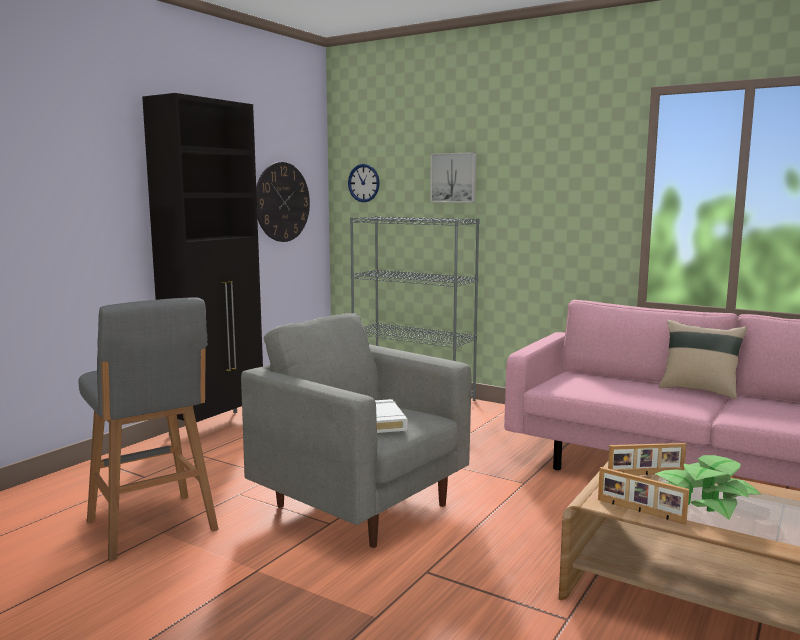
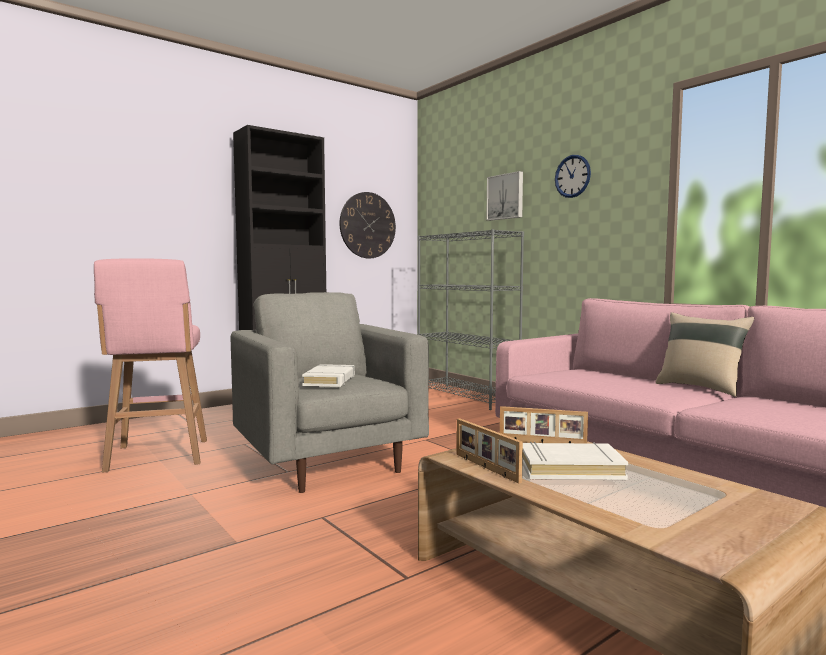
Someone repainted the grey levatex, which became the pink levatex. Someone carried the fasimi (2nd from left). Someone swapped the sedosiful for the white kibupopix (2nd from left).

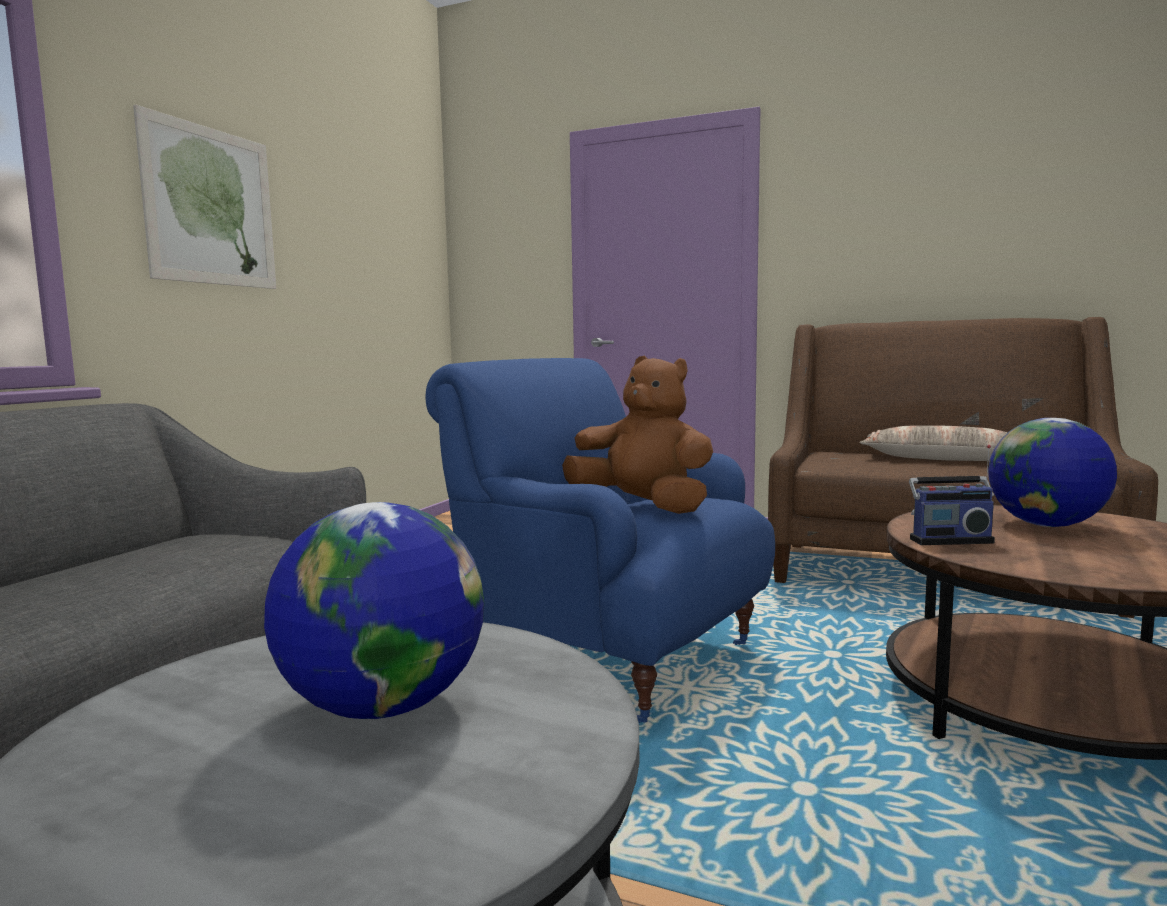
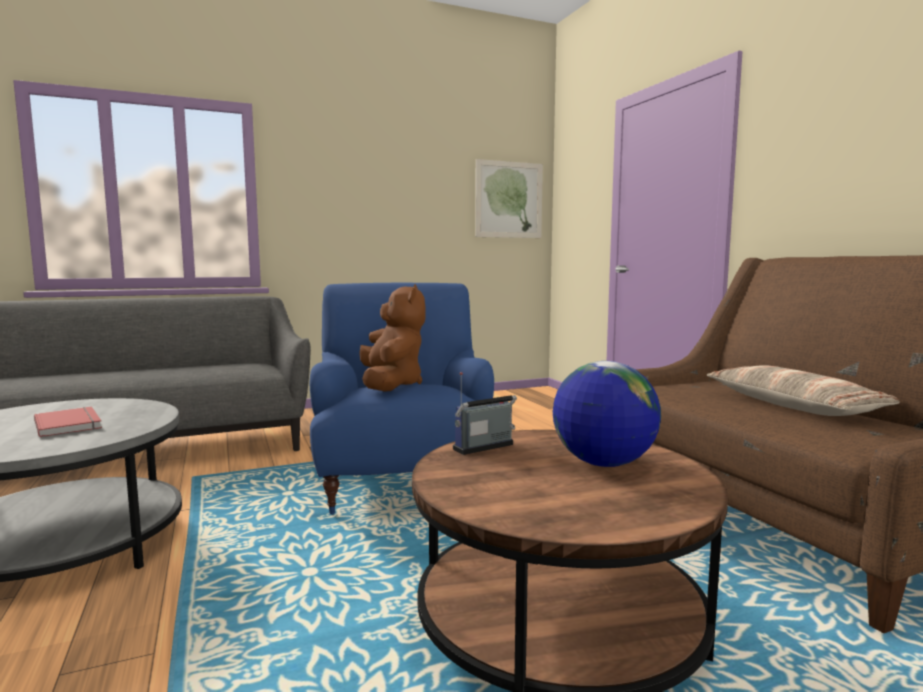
Someone carried the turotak. Someone swapped the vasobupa (1st from left) for the red kibupopix. Someone rotated the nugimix by 105 degrees clockwise.

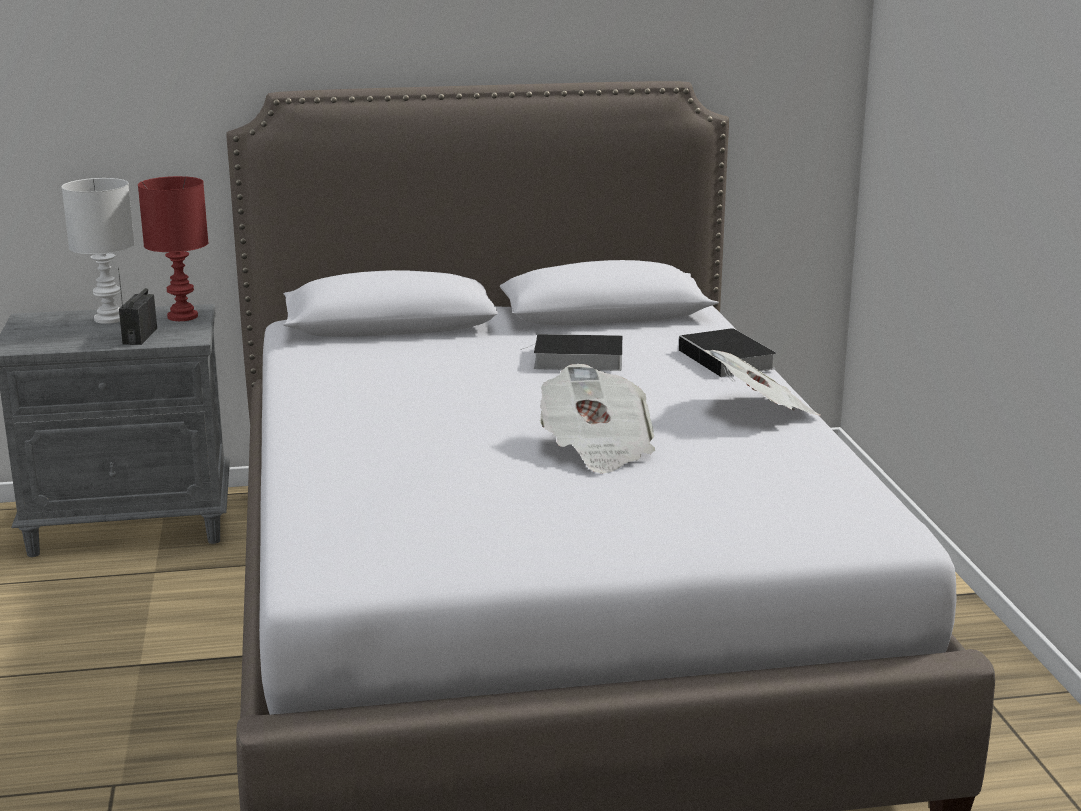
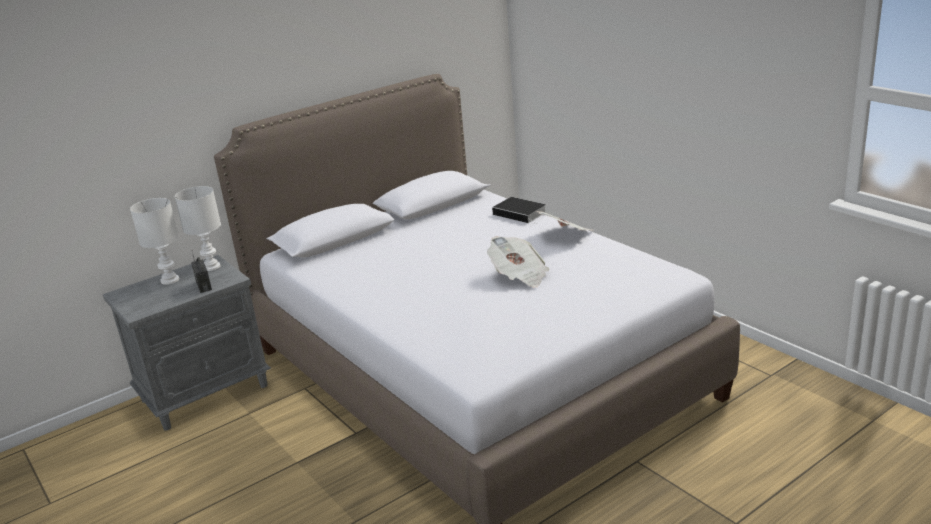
Someone repainted the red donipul, which became the white donipul (2nd from left). Someone took away the kibupopix (1st from left).

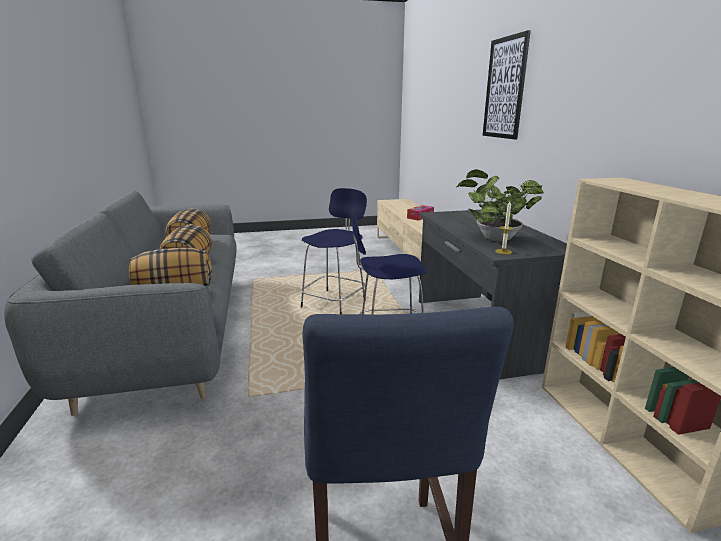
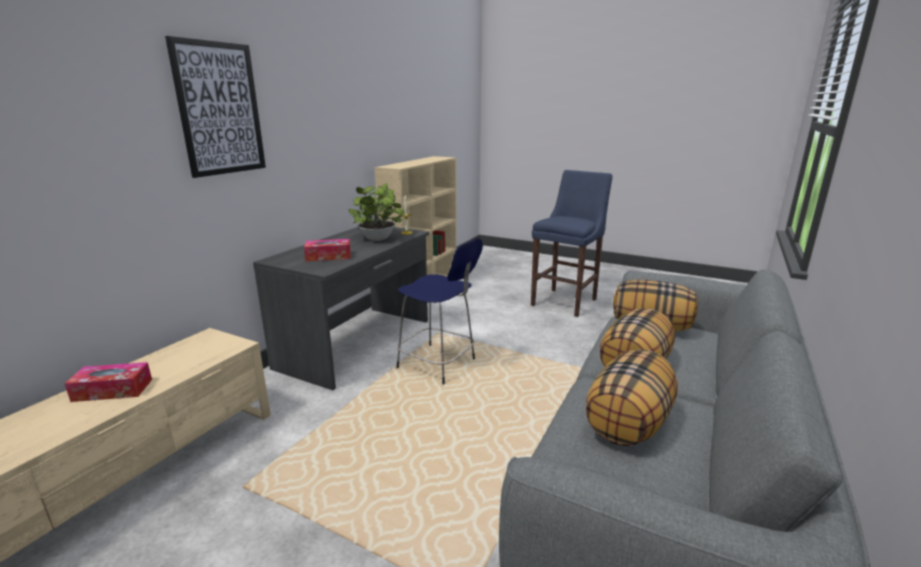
Someone took away the blue levatex (1st from left). Someone put down the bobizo (2nd from left).

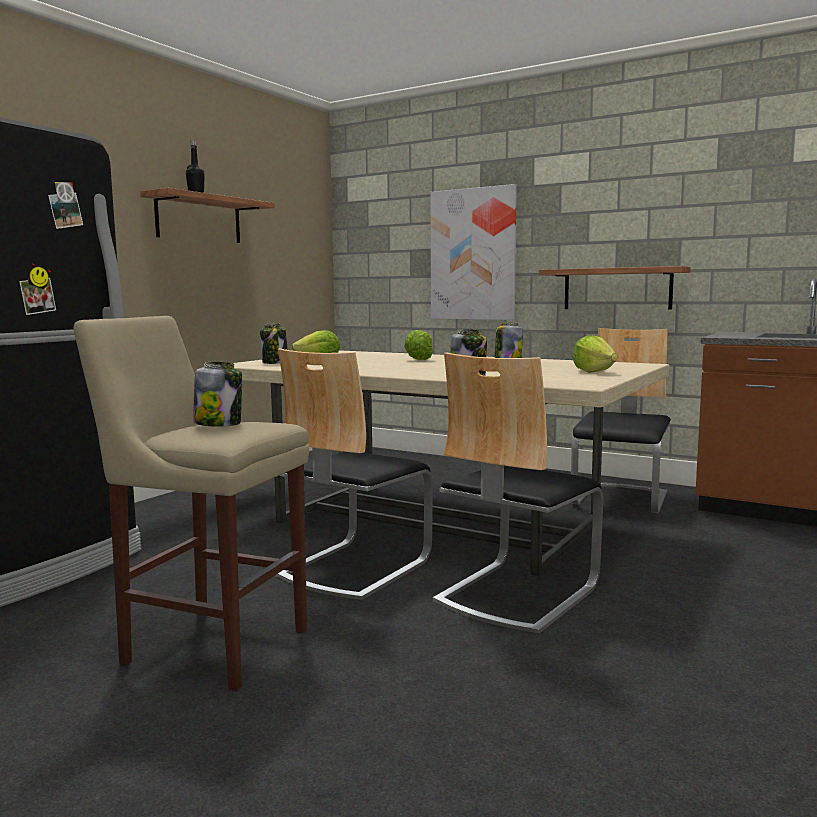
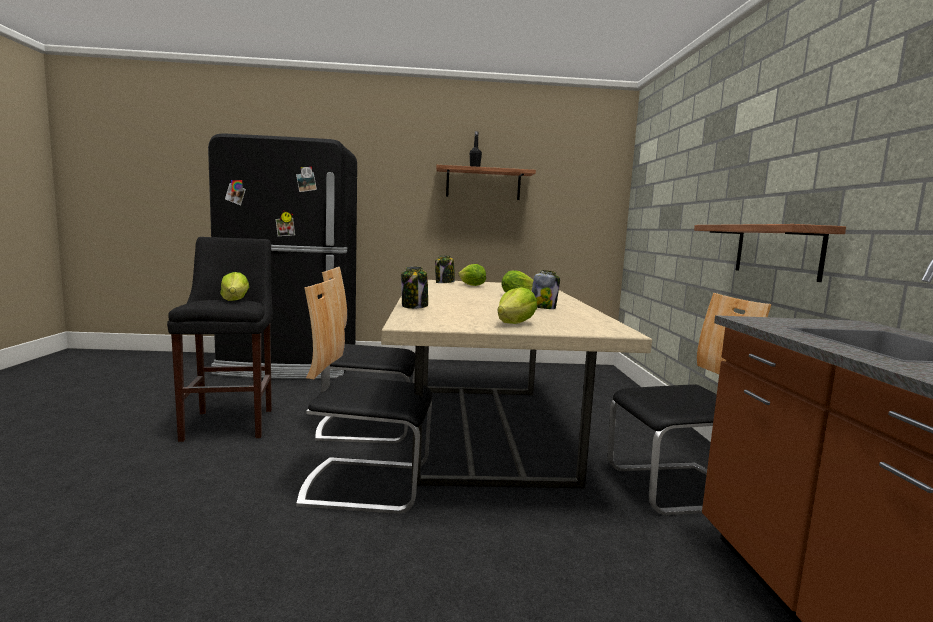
Someone repainted the beige levatex, which became the black levatex. Someone swapped the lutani (1st from left) for the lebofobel (1st from left). Someone took away the turotak.

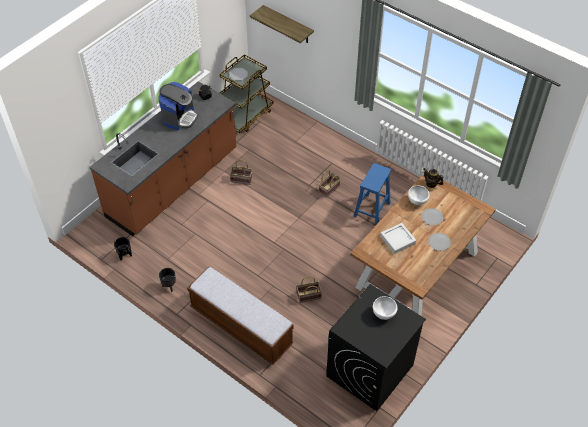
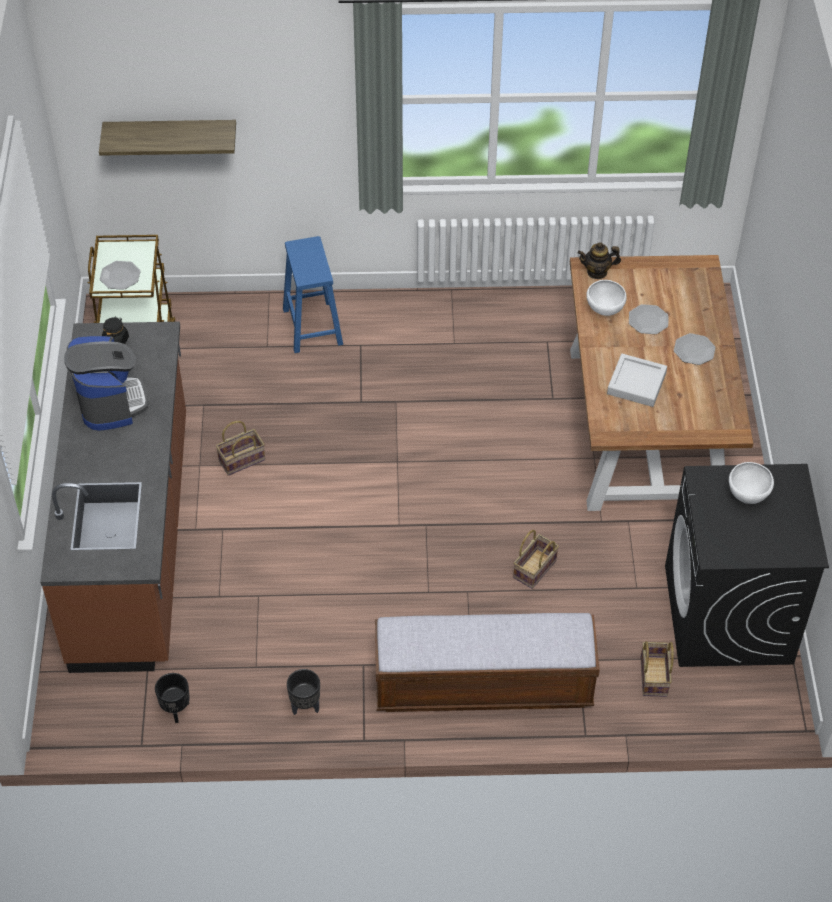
Someone carried the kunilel (3rd from left). Someone carried the blue levatex.

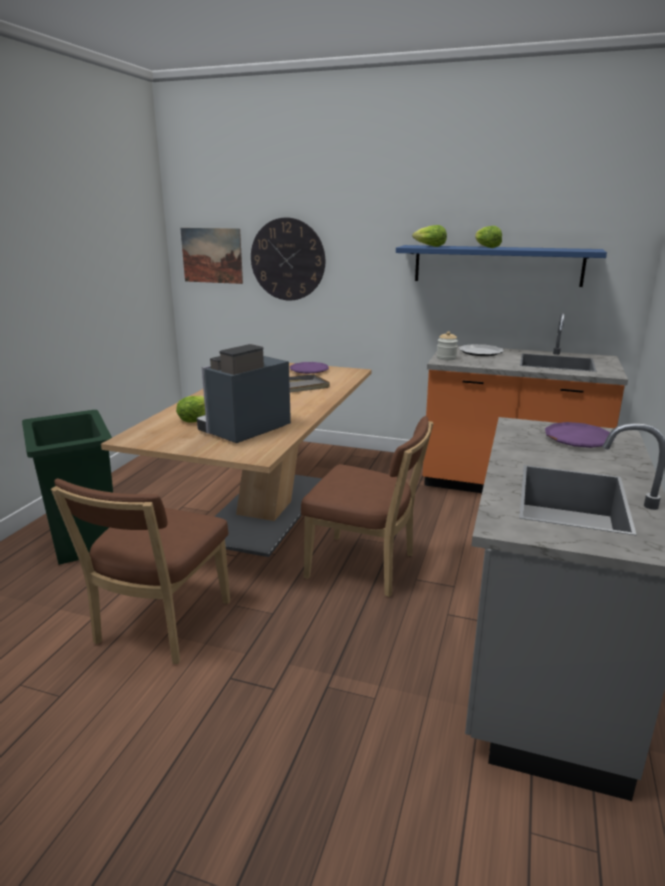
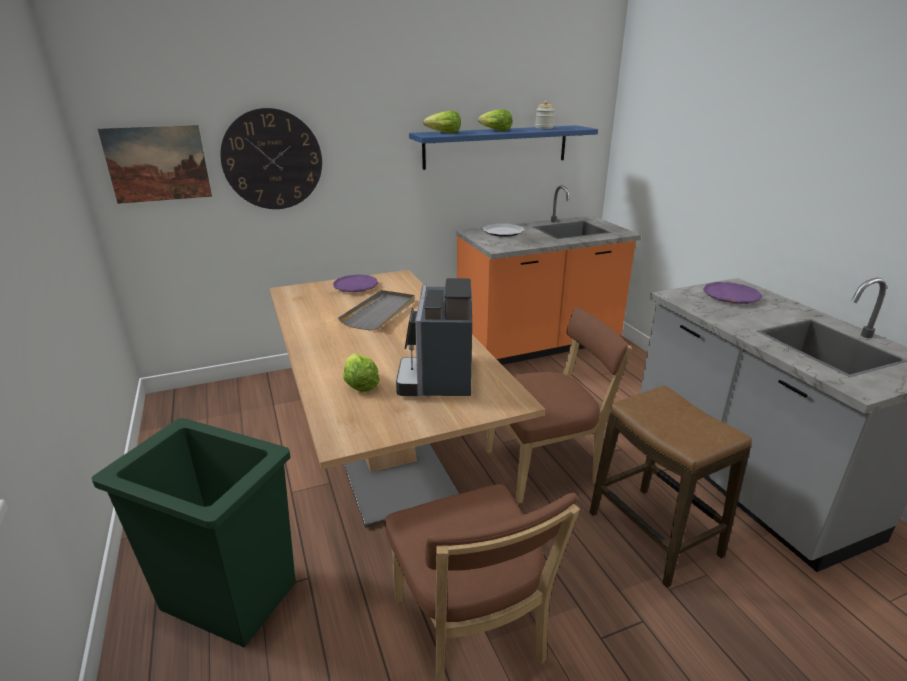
Someone carried the lutani. Someone put down the levatex.

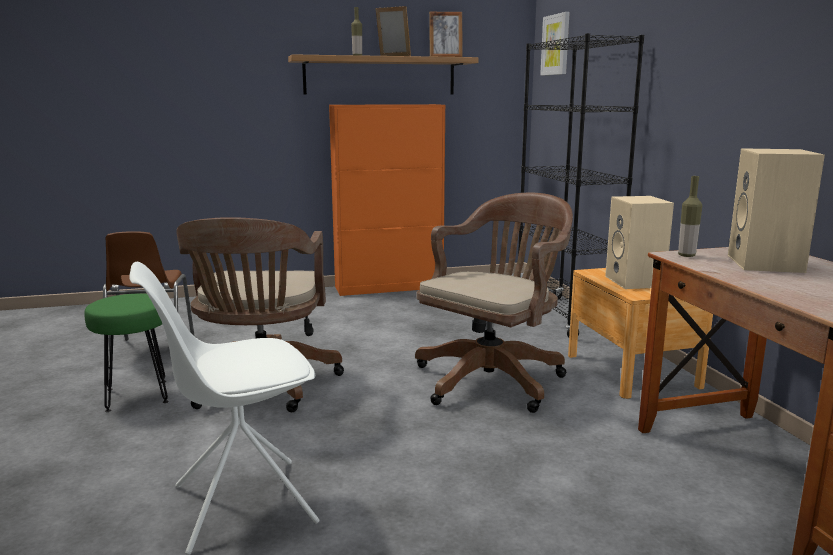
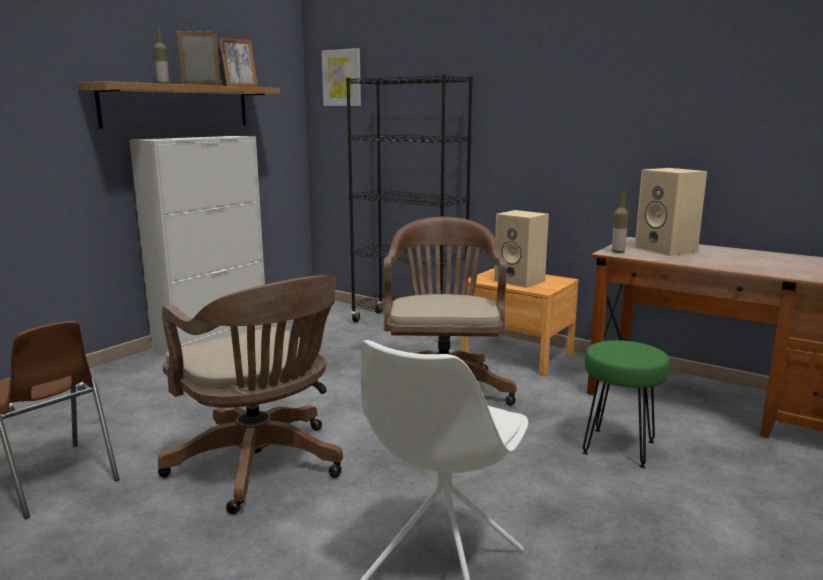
Someone carried the green levatex. Someone repainted the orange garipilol, which became the white garipilol.

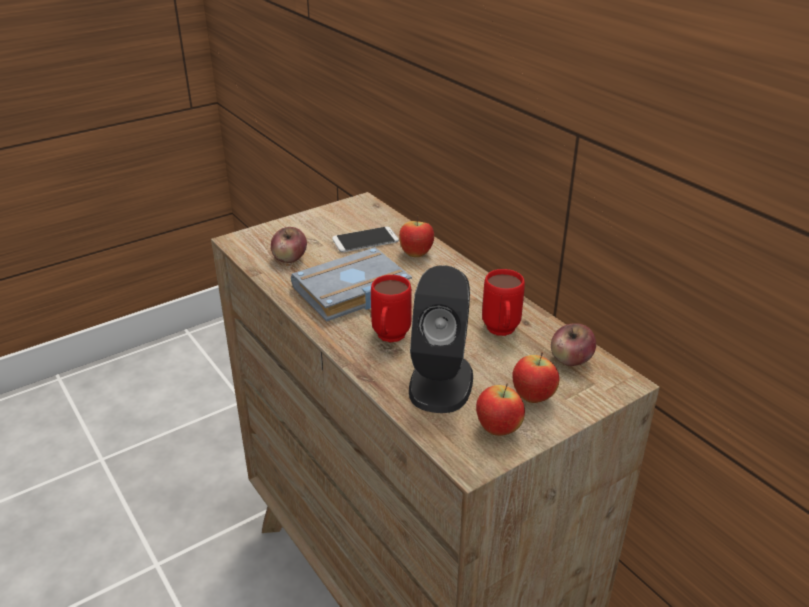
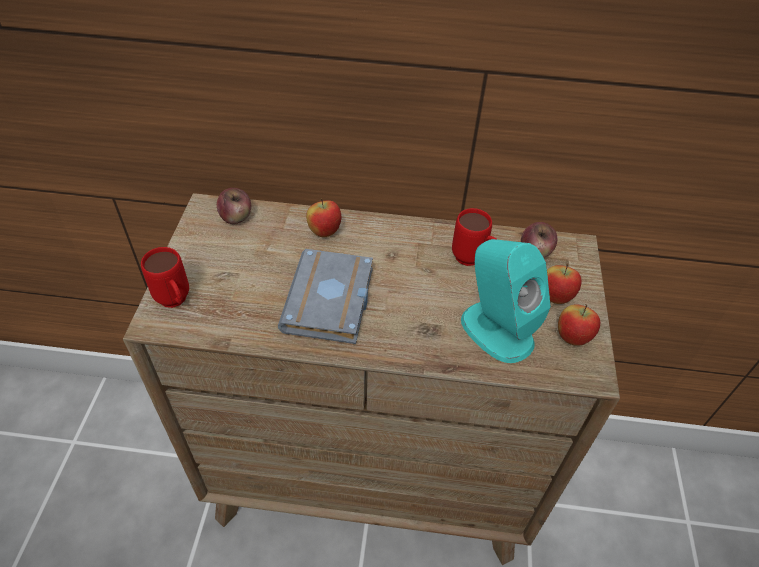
Someone carried the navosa (1st from left). Someone took away the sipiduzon. Someone carried the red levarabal (1st from left). Someone repainted the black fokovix, which became the turquoise fokovix.

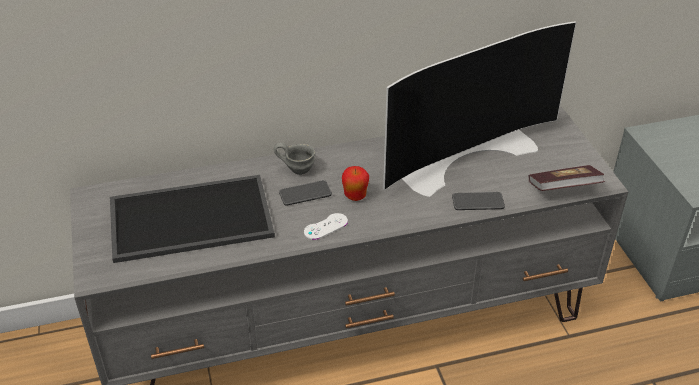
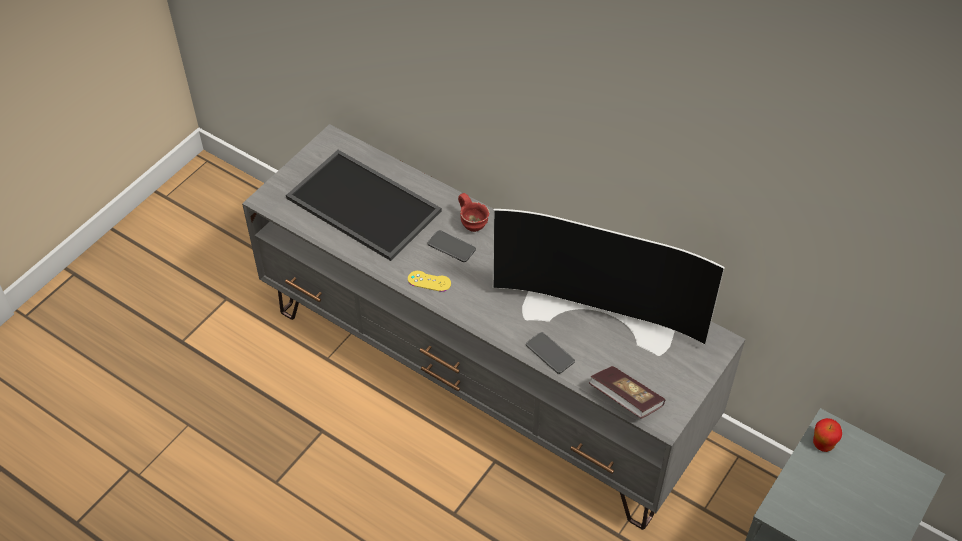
Someone repainted the grey levarabal, which became the red levarabal. Someone repainted the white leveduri, which became the yellow leveduri. Someone carried the navosa.

